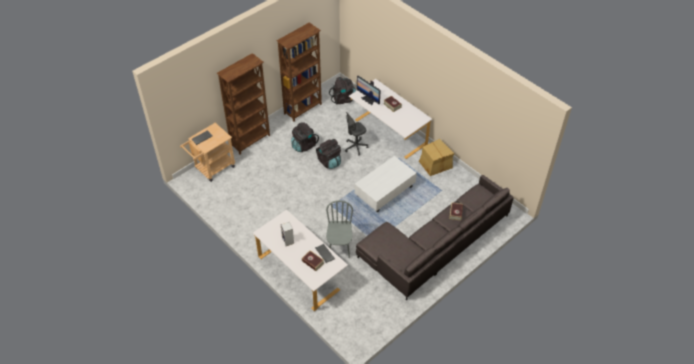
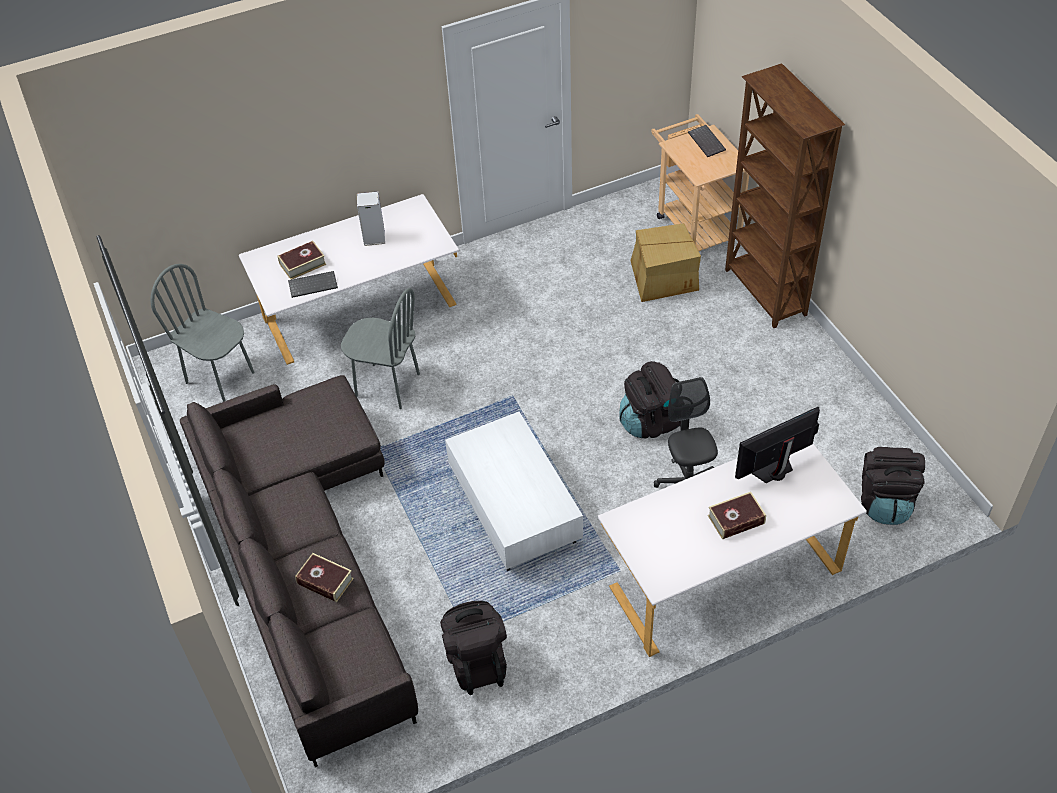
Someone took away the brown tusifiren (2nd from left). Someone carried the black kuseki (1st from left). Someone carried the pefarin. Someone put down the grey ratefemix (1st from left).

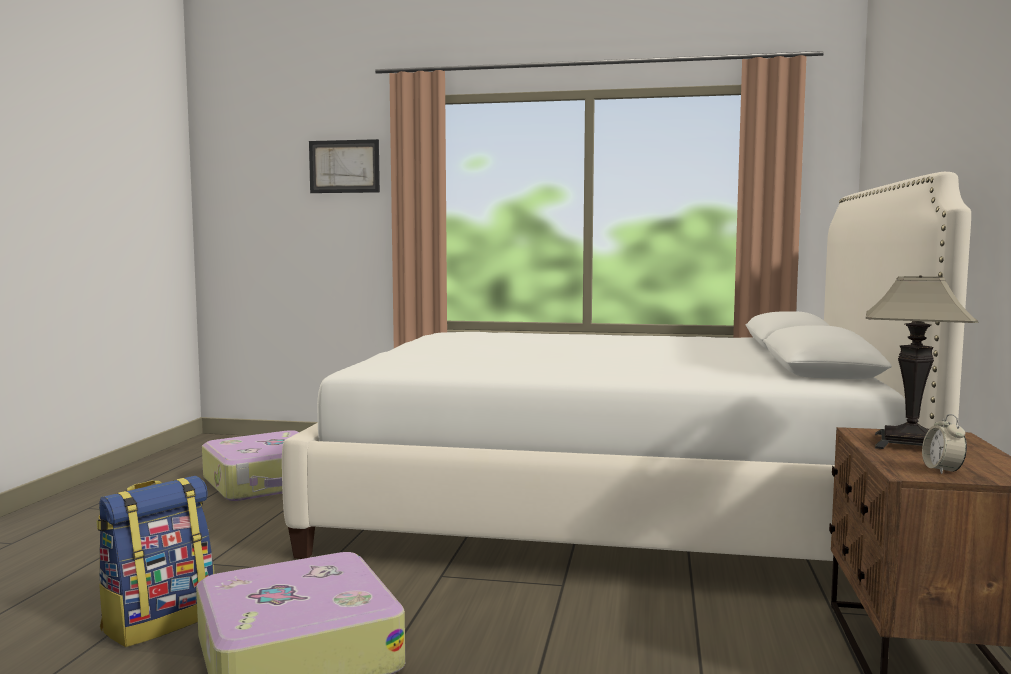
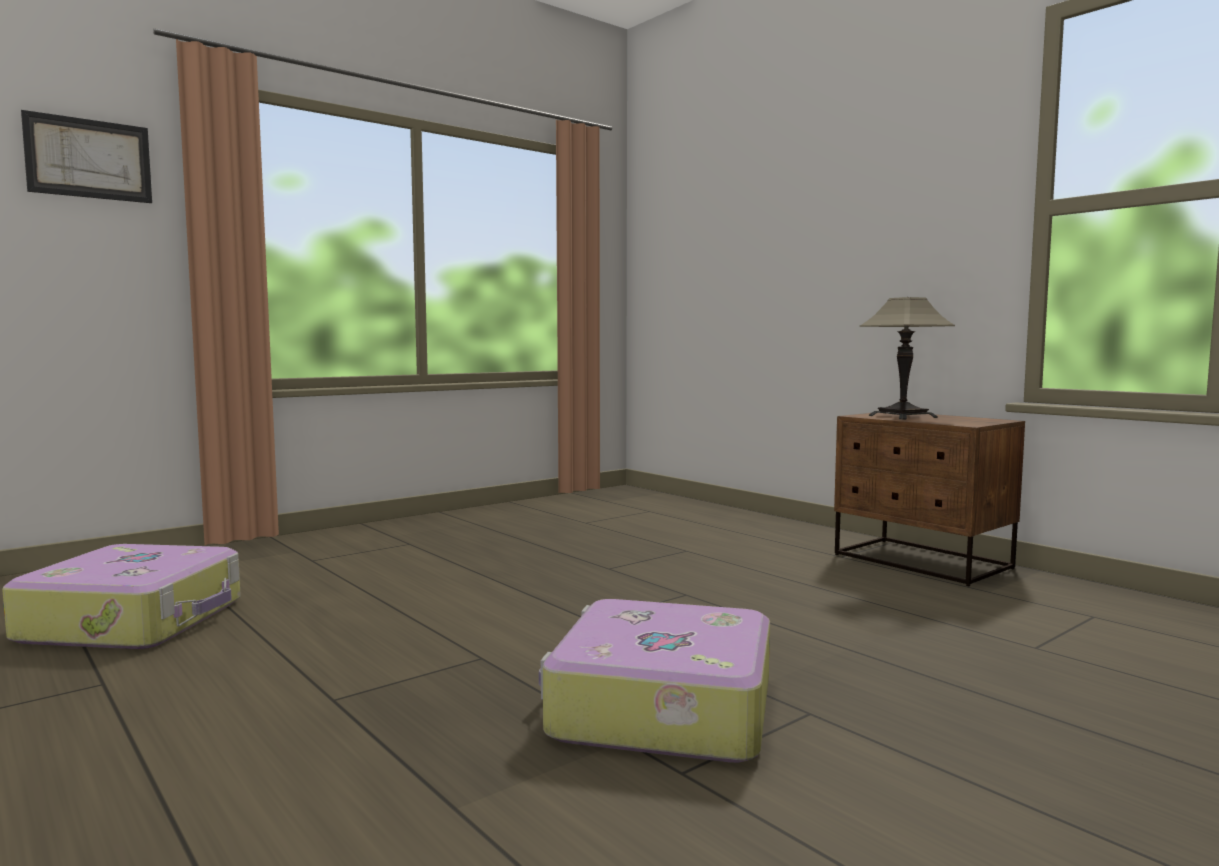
Someone took away the kuseki. Someone took away the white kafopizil. Someone took away the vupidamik.

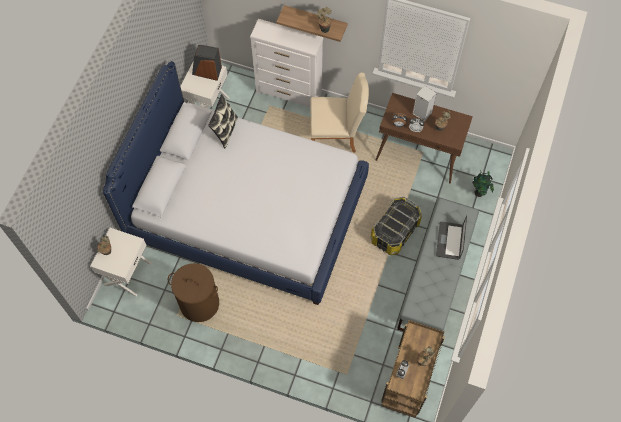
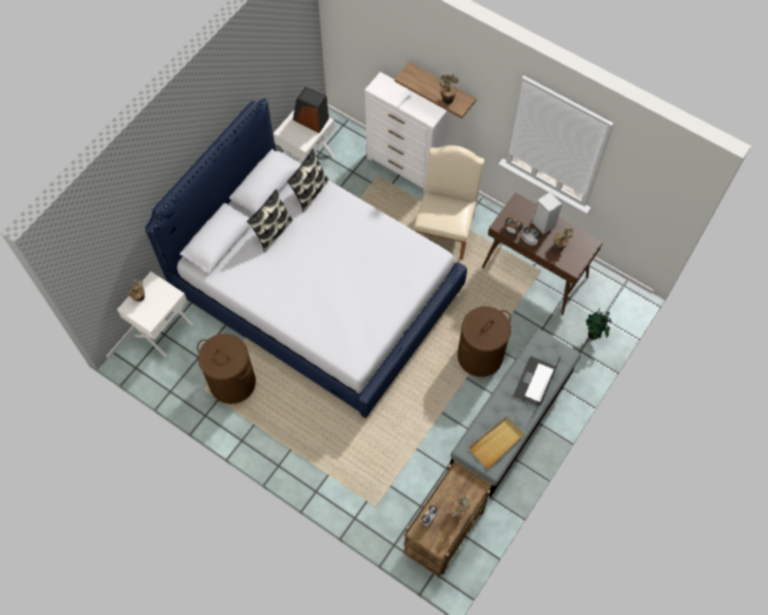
Someone rotated the beige ratefemix by 90 degrees counterclockwise. Someone swapped the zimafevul for the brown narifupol (2nd from left). Someone put down the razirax (1st from left). Someone put down the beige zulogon.

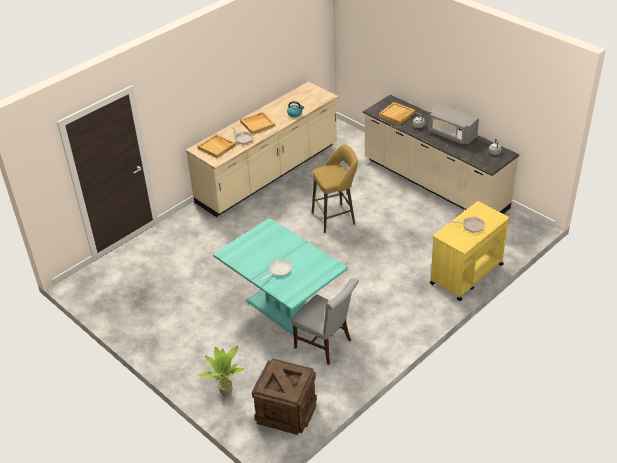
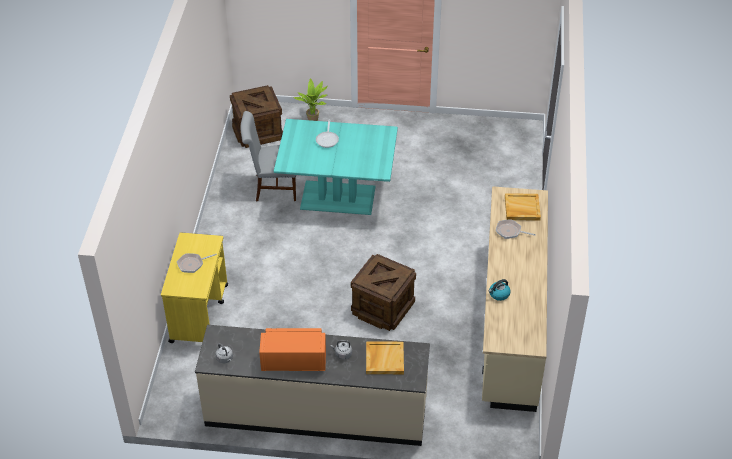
Someone took away the beige zulogon (2nd from left). Someone swapped the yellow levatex for the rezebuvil (2nd from left). Someone repainted the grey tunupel, which became the orange tunupel.

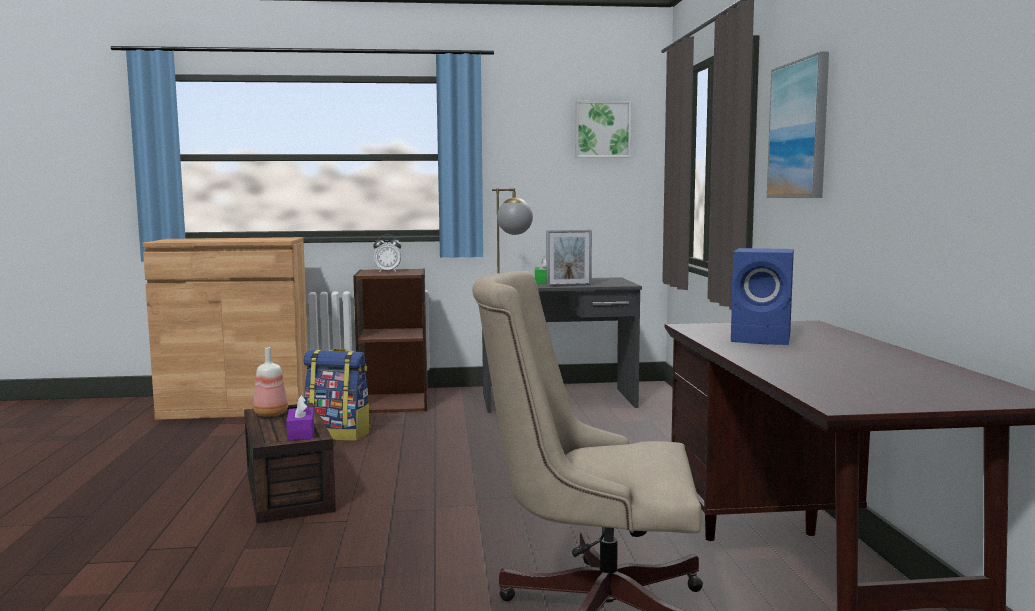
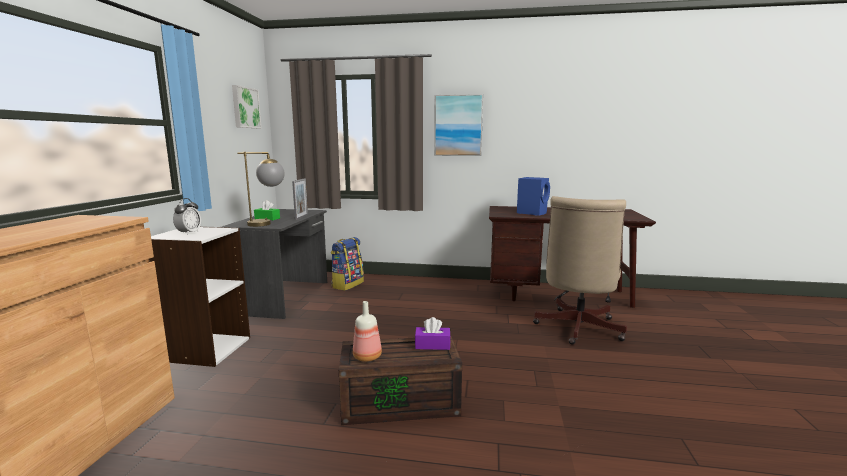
Someone carried the kuseki. Someone repainted the brown tusifiren, which became the white tusifiren.

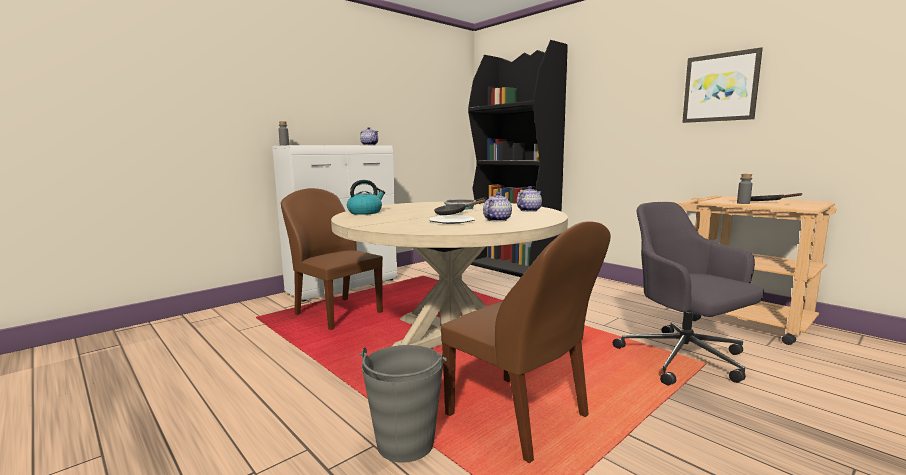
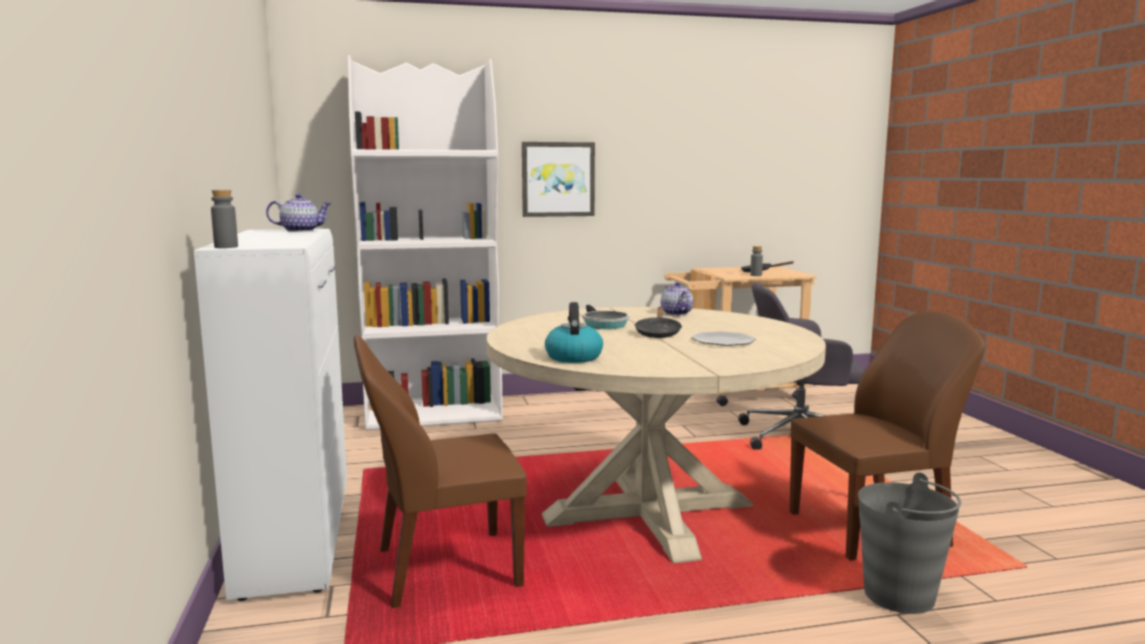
Someone repainted the black tusifiren, which became the white tusifiren. Someone took away the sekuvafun (2nd from left). Someone carried the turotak.

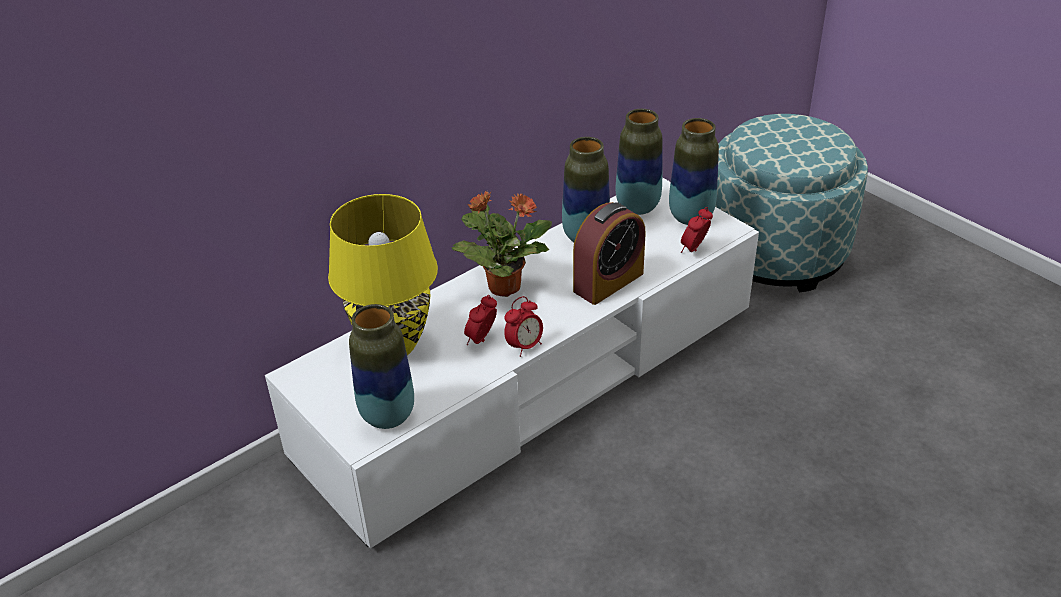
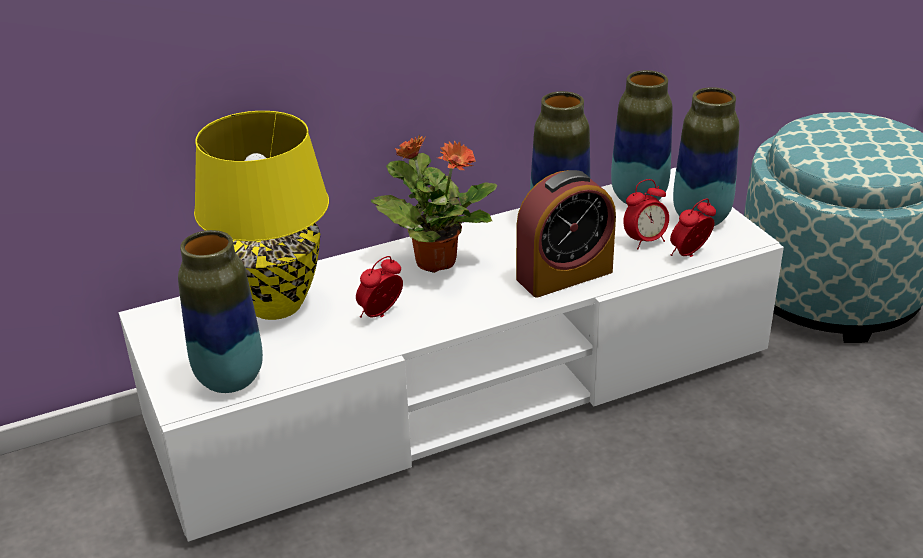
Someone carried the vupidamik (2nd from left in the first image).

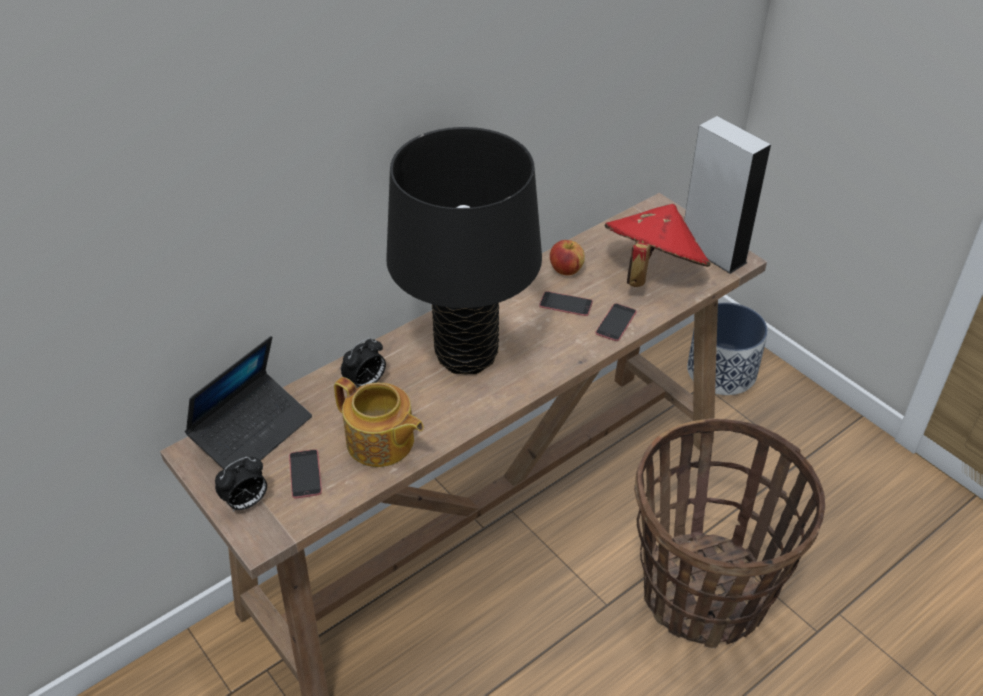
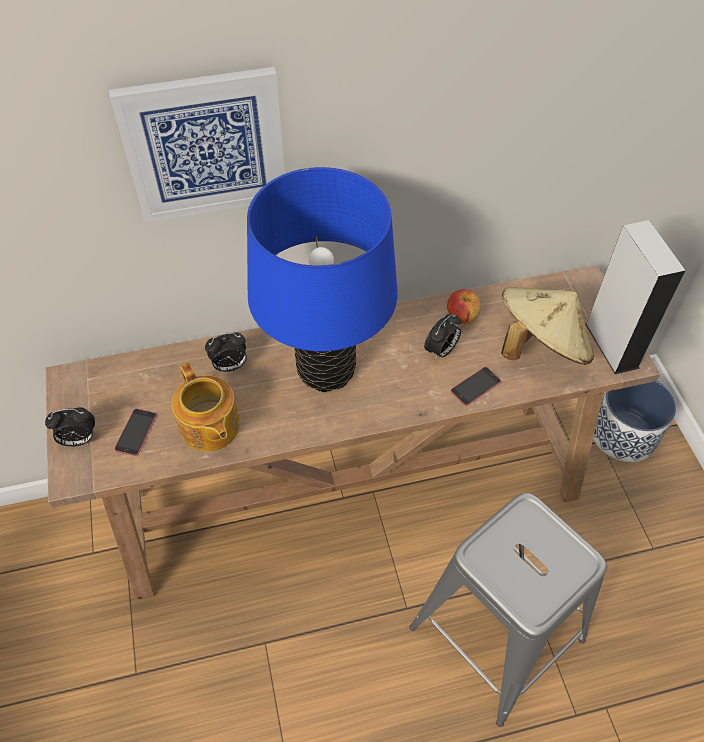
Someone took away the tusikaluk. Someone repainted the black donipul, which became the blue donipul. Someone swapped the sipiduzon (2nd from left) for the vupidamik (3rd from left). Someone repainted the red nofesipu, which became the beige nofesipu. Someone swapped the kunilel for the grey levatex. Someone put up the turotak.

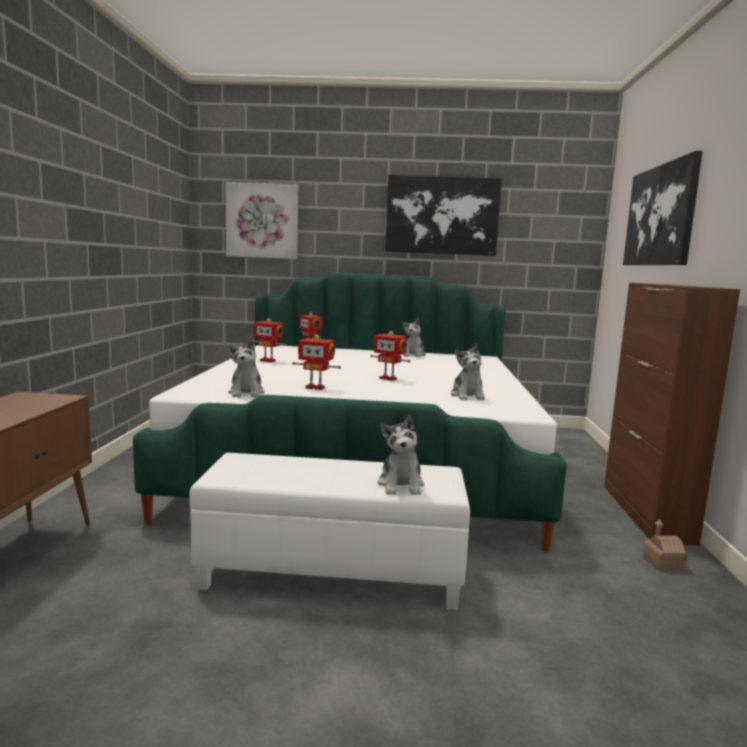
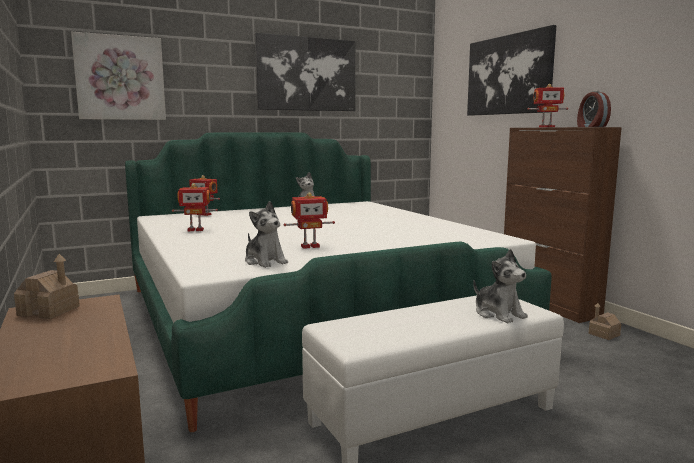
Someone carried the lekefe (4th from left). Someone took away the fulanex (4th from left). Someone put down the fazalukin (1st from left). Someone put down the vupidamik.

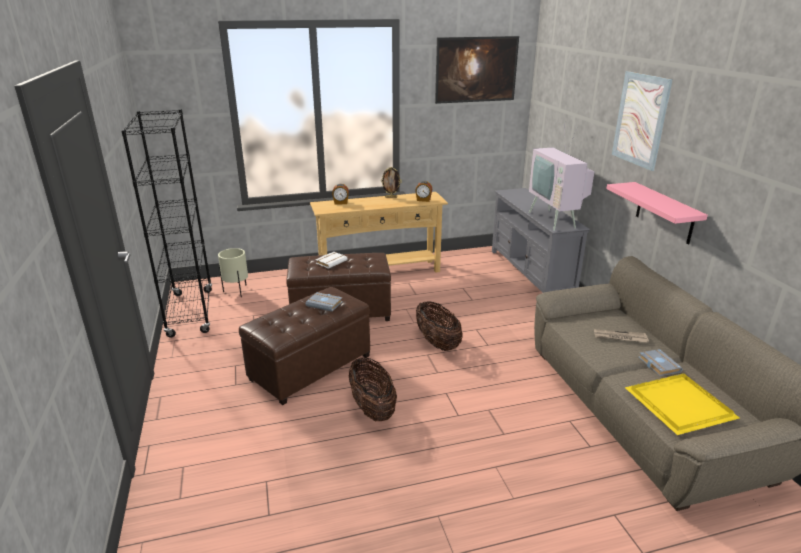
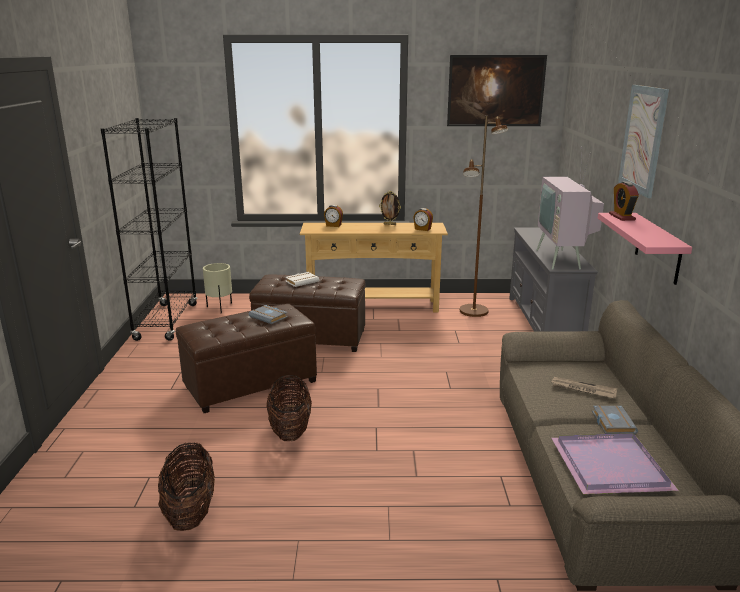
Someone carried the kunilel (2nd from left in the first image). Someone repainted the yellow zulogon, which became the purple zulogon. Someone put down the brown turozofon. Someone put down the vupidamik (3rd from left).

